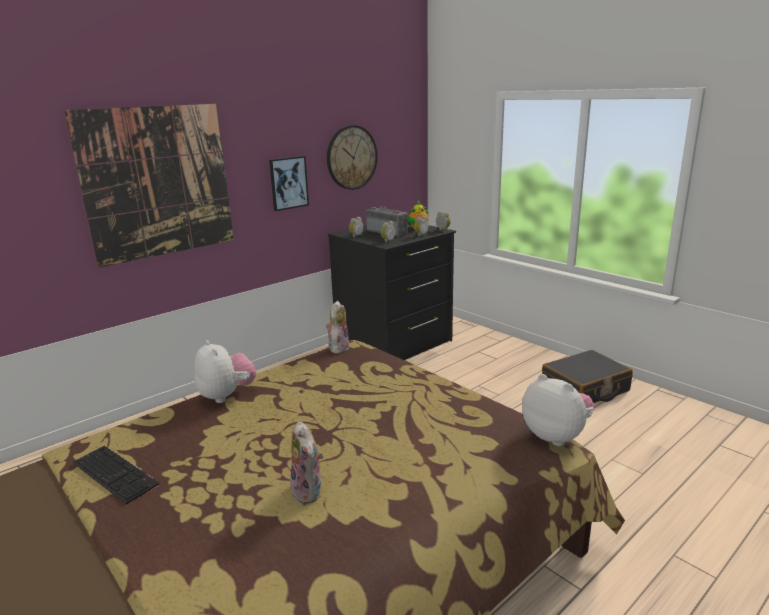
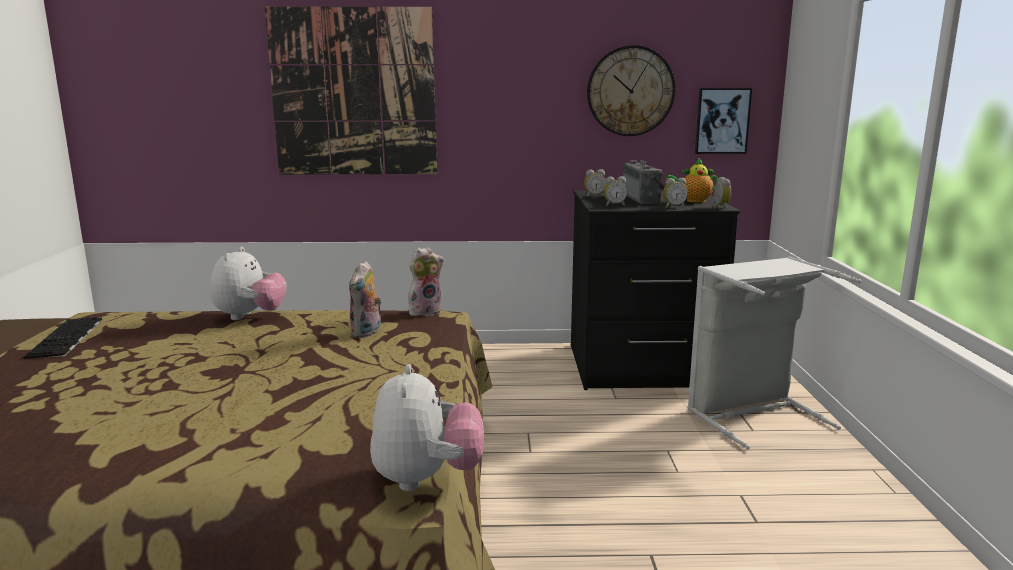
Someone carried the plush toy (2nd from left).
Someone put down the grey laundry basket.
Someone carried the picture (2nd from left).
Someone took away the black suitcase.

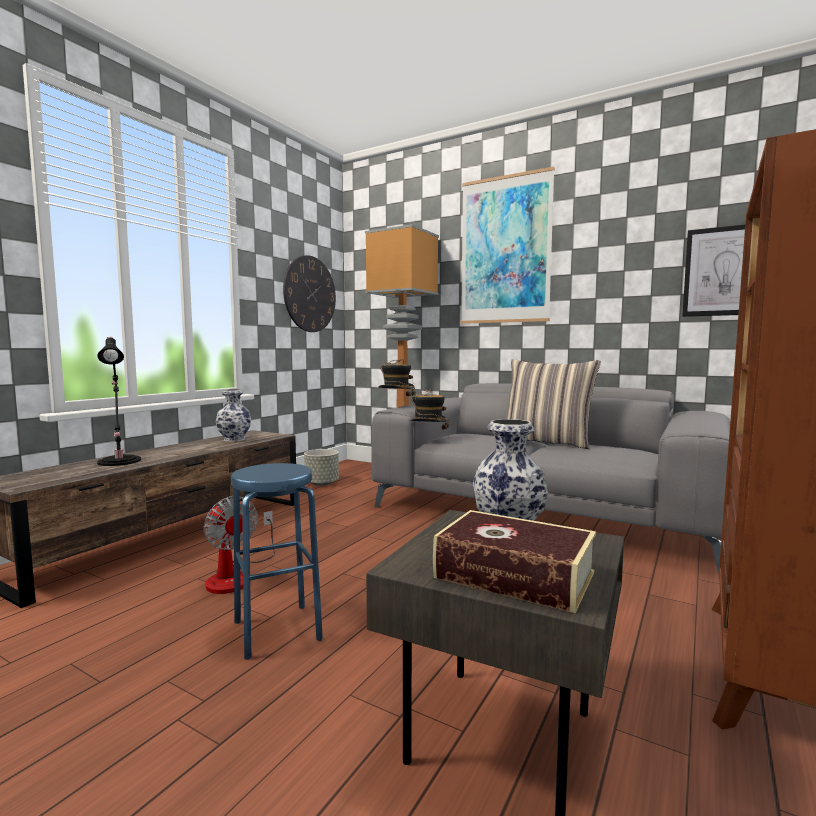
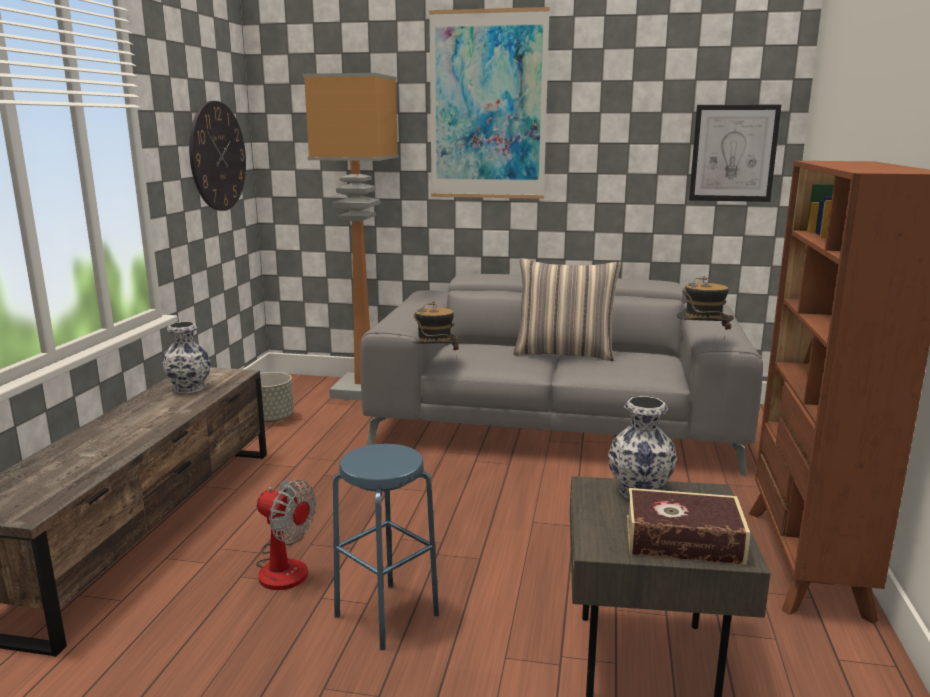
Someone carried the hat (1st from left in the first image).
Someone took away the black table lamp.

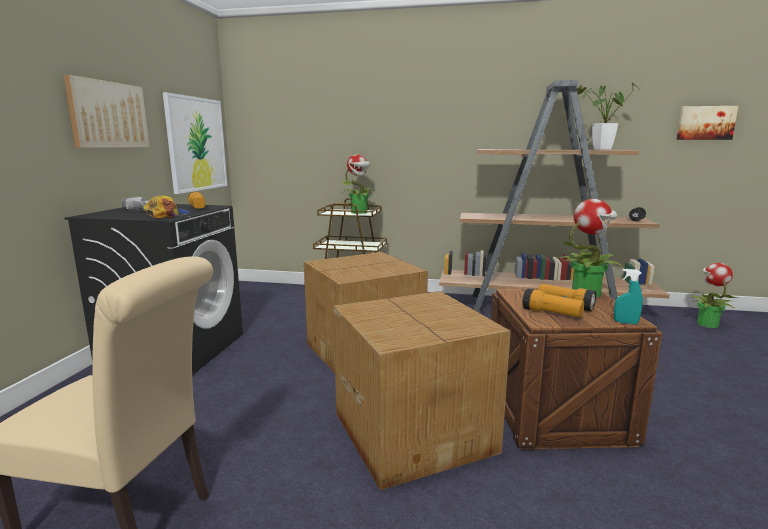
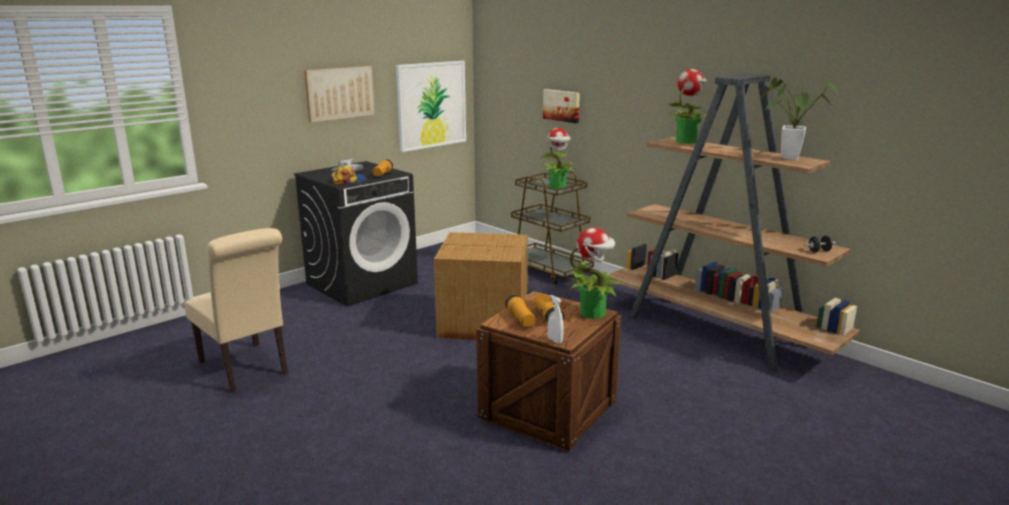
Someone carried the picture (3rd from left).
Someone repainted the turquoise spray bottle, which became the white spray bottle.
Someone carried the potted plant (4th from left in the first image).
Someone took away the cardboard box (2nd from left).

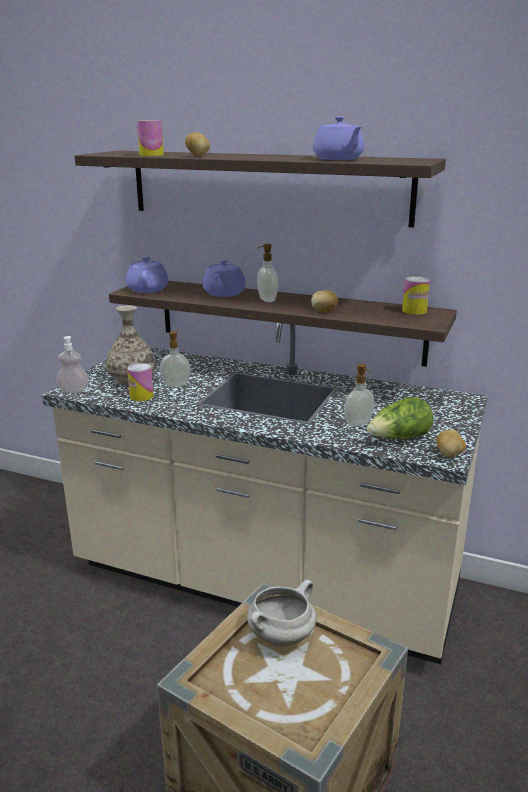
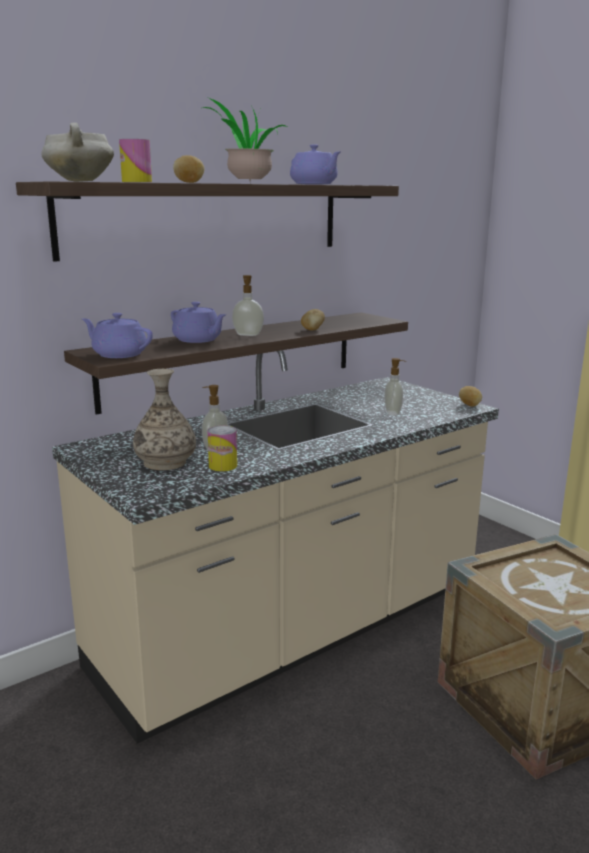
Someone carried the white cooking pot.
Someone put down the potted plant.
Someone rotated the purple teapot (3rd from left) by 45 degrees clockwise.
Someone took away the soap dispenser (1st from left).
Someone took away the lettuce.
Someone took away the can (3rd from left).

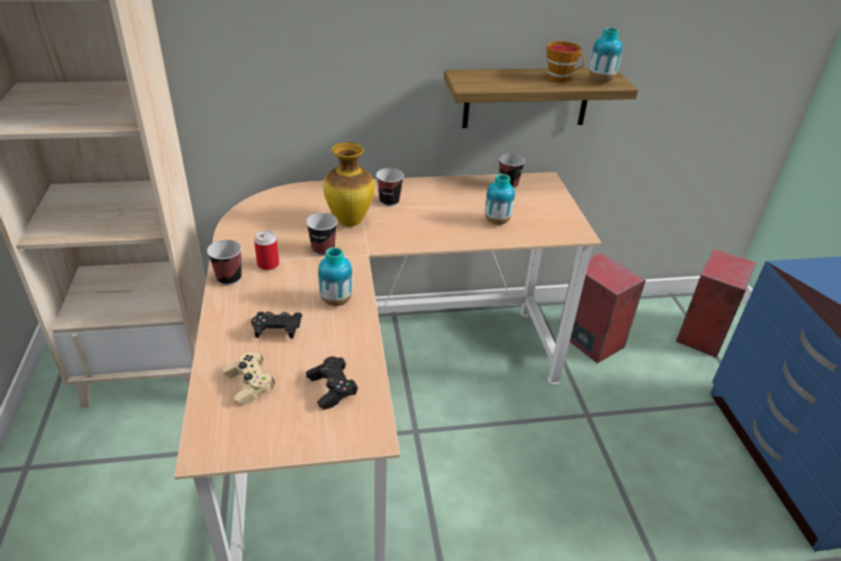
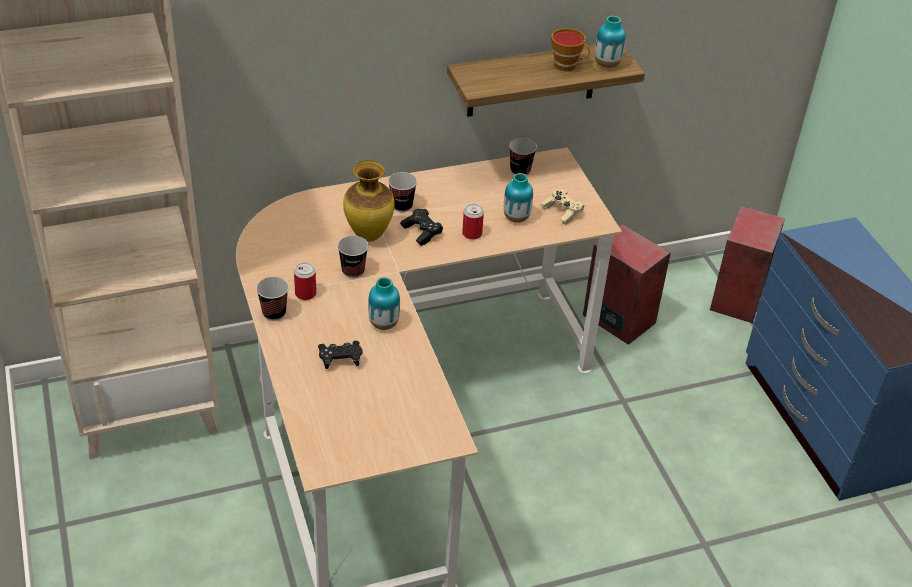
Someone carried the black game controller (2nd from left).
Someone put down the can (2nd from left).
Someone carried the beige game controller.

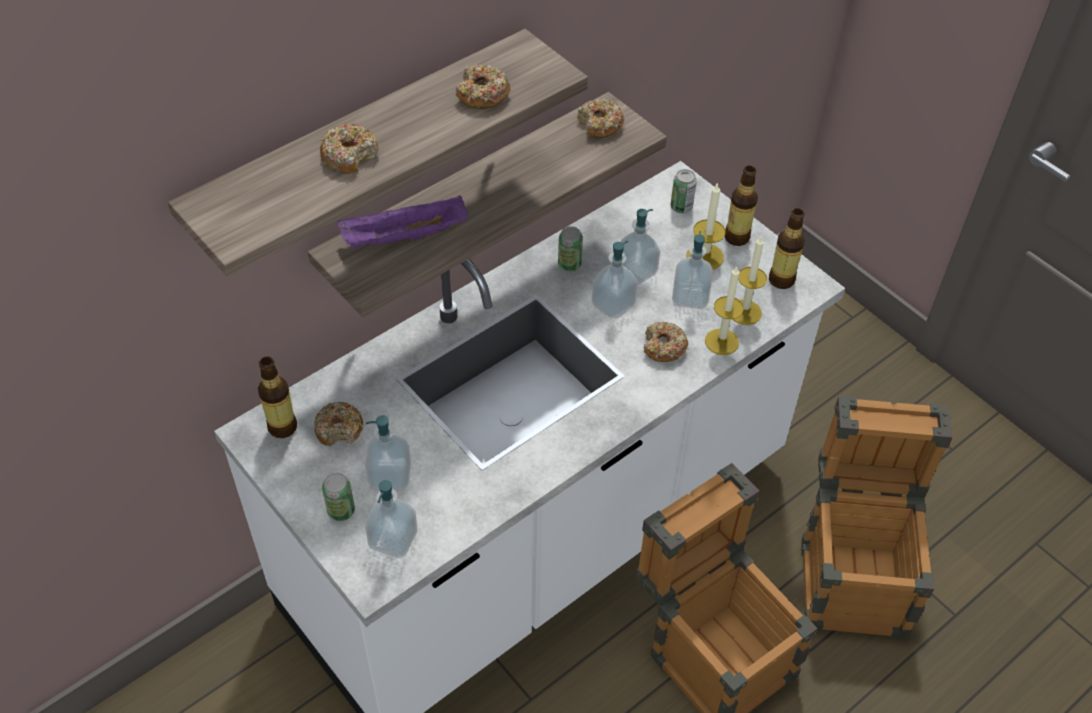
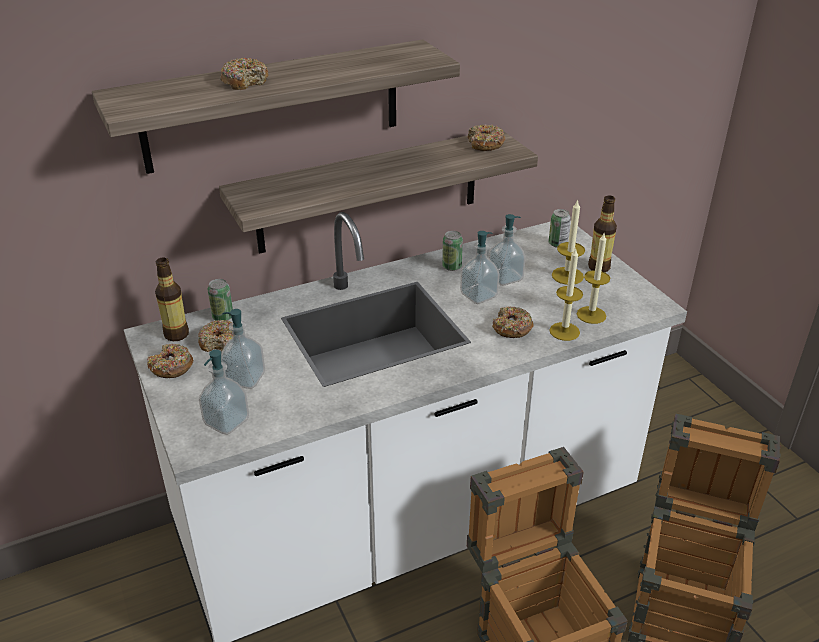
Someone carried the donut (3rd from left in the first image).
Someone carried the can (1st from left).
Someone took away the purple tray.
Someone took away the soap dispenser (5th from left).
Someone took away the bottle (3rd from left).

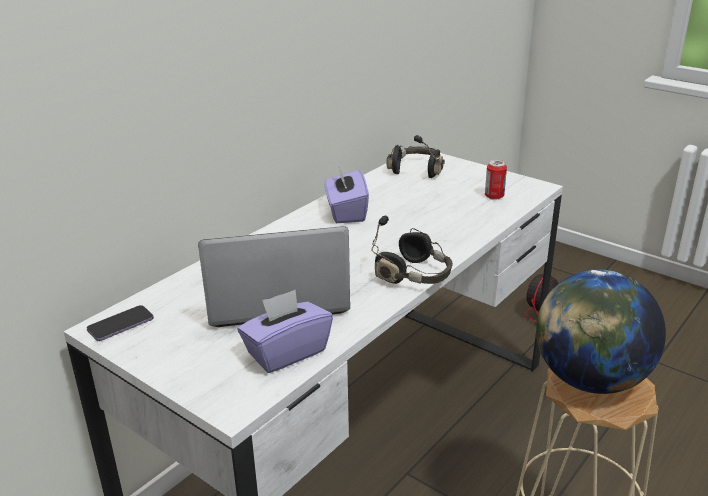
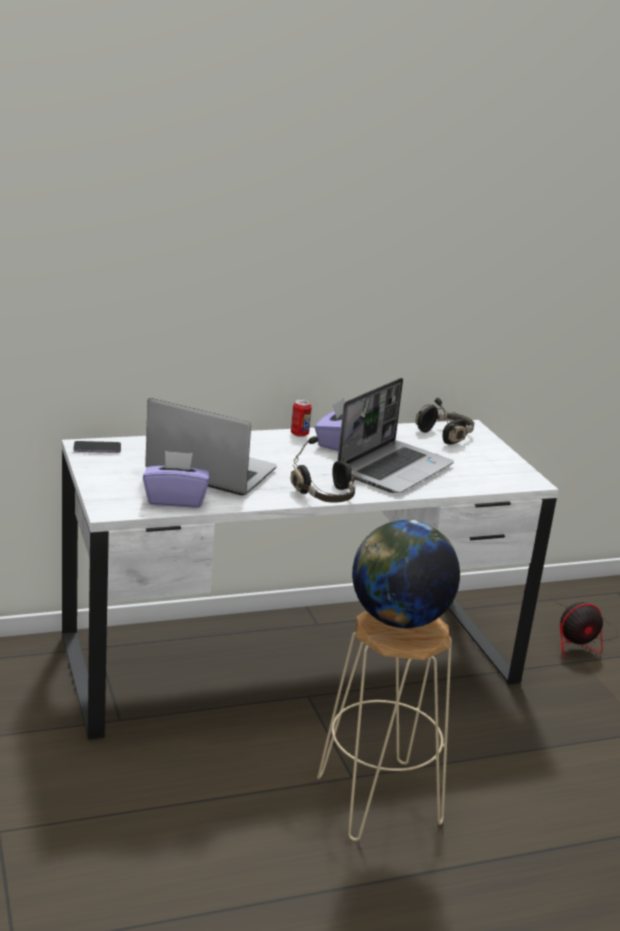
Someone carried the can.
Someone put down the laptop (2nd from left).

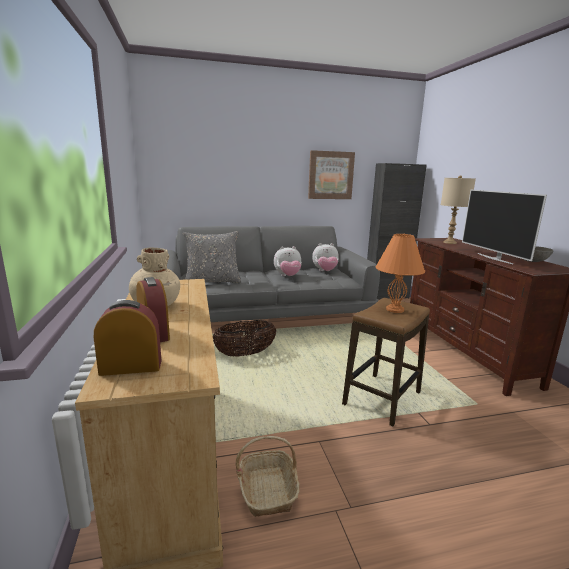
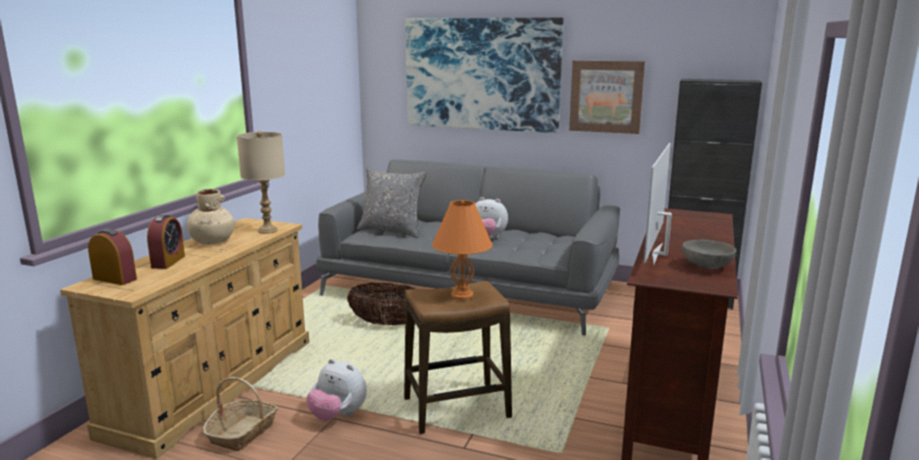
Someone carried the beige table lamp.
Someone carried the plush toy (2nd from left in the first image).
Someone put up the picture (1st from left).

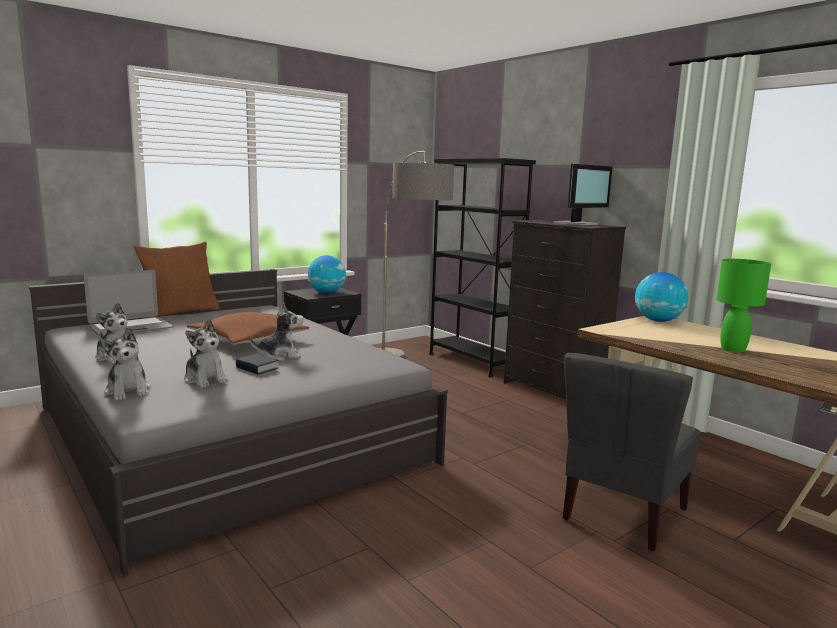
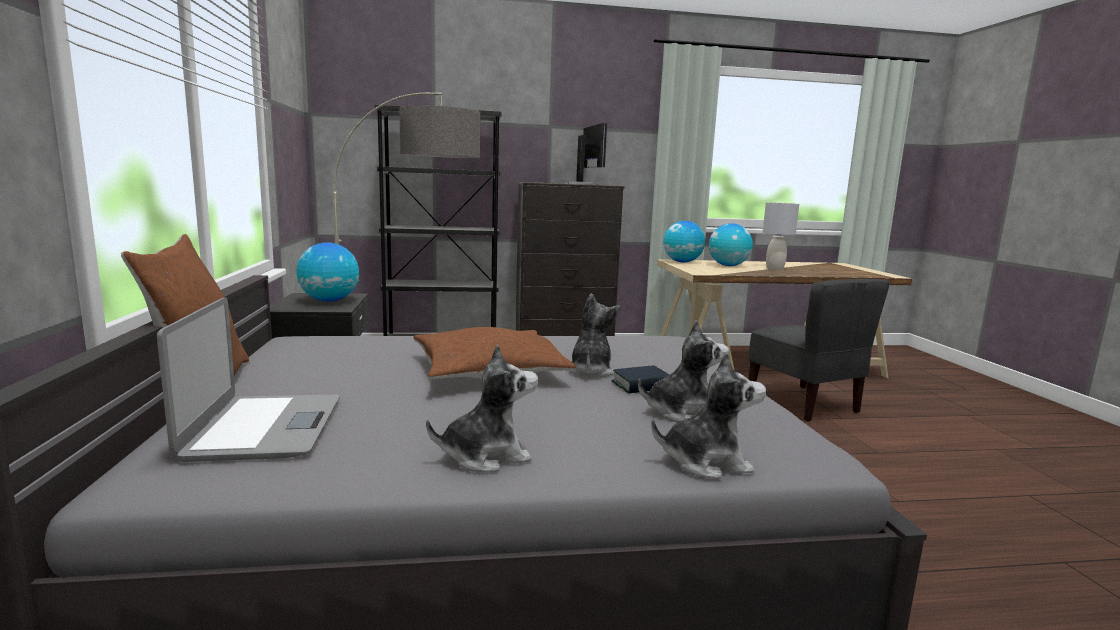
Someone put down the globe (3rd from left).
Someone repainted the green table lamp, which became the grey table lamp.

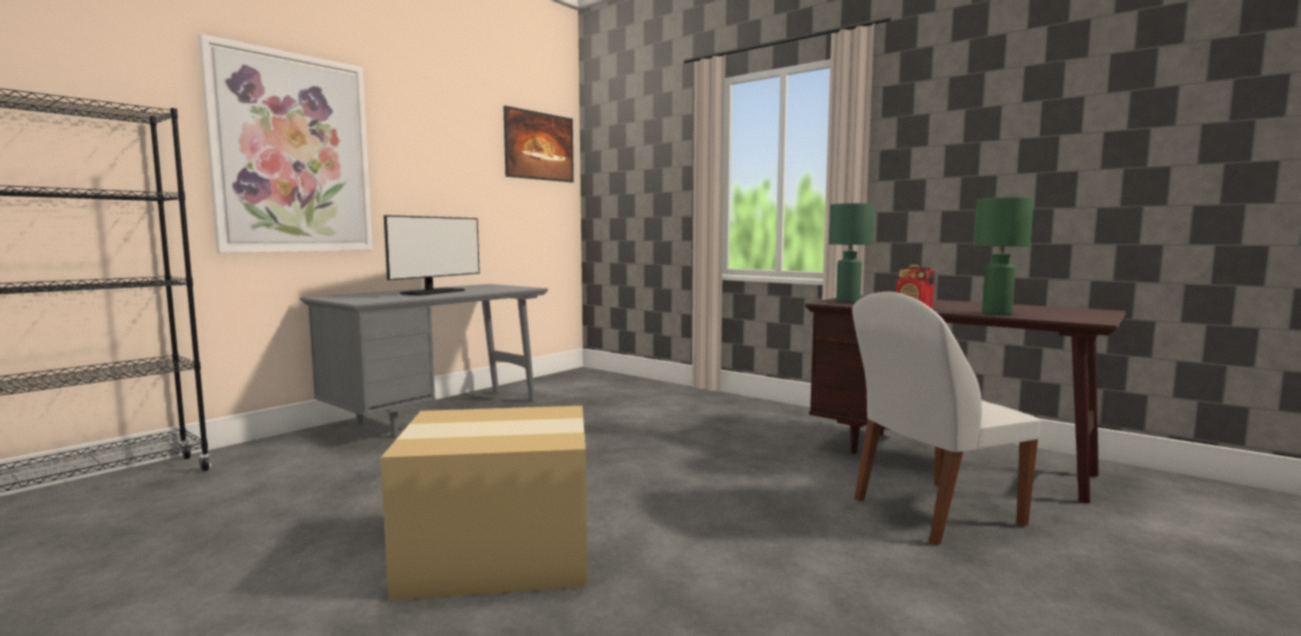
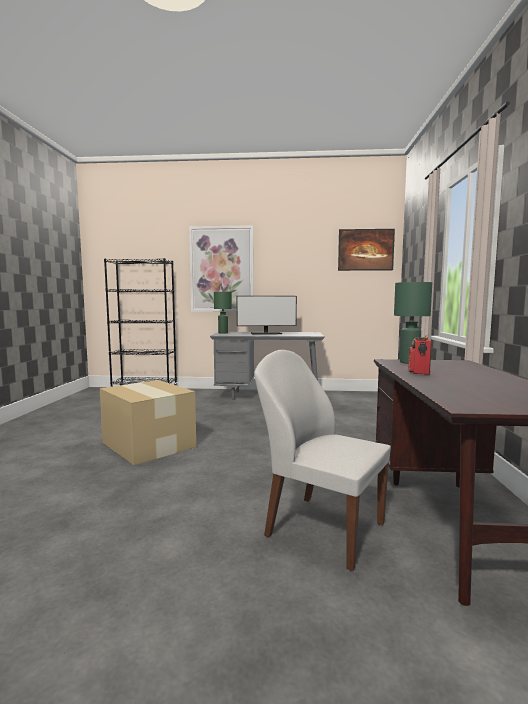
Someone carried the green table lamp (2nd from left in the first image).

